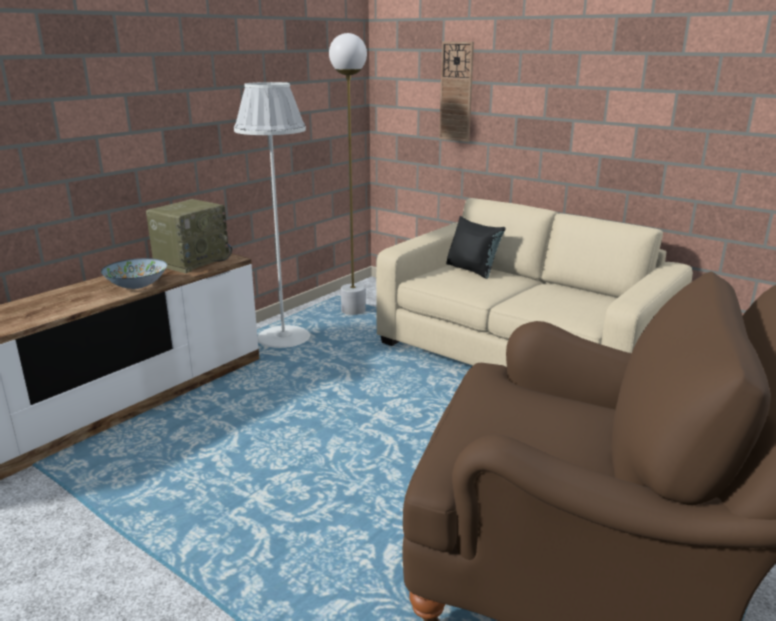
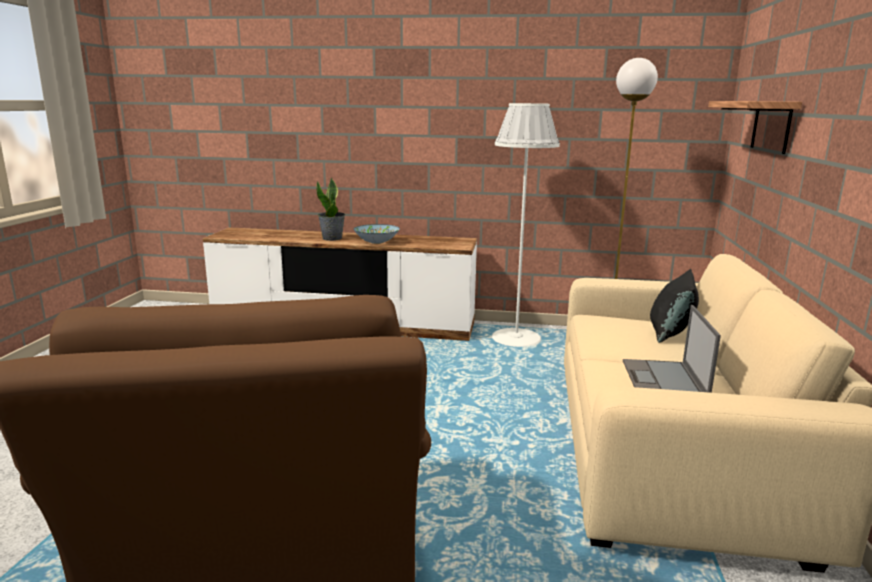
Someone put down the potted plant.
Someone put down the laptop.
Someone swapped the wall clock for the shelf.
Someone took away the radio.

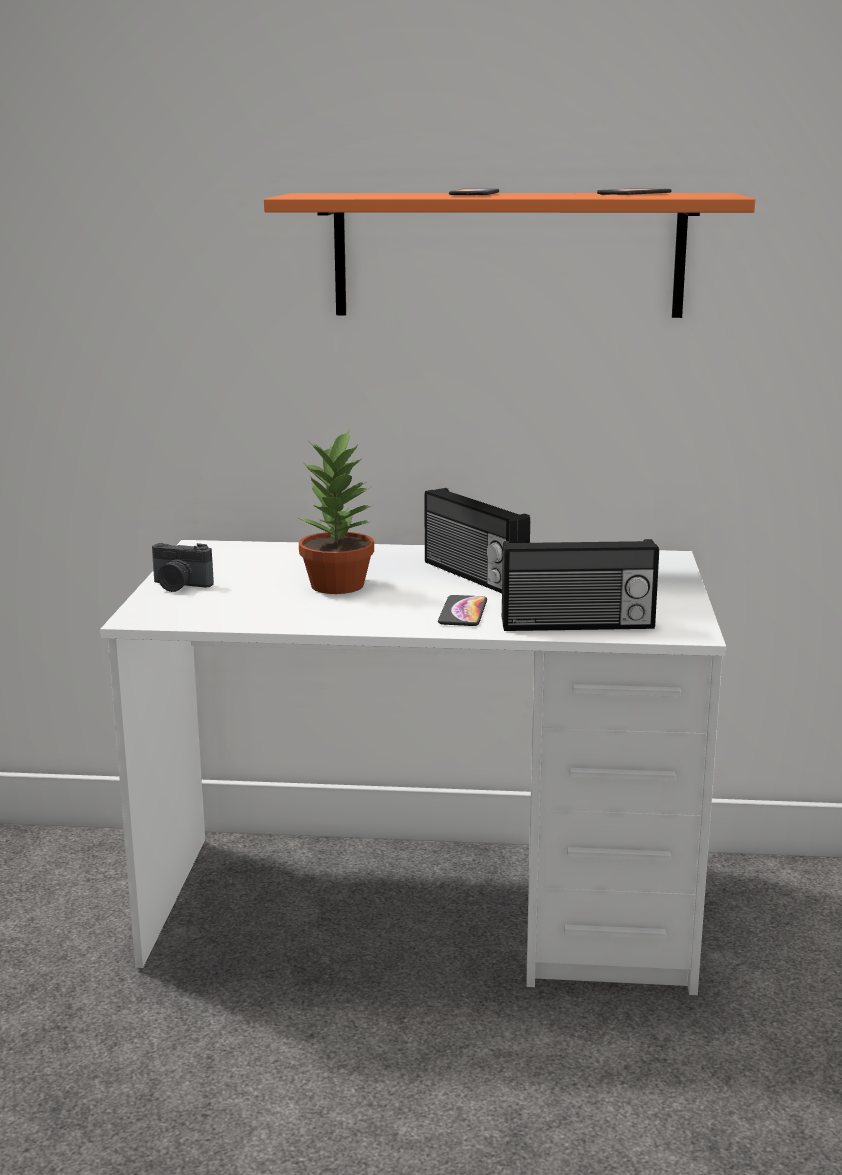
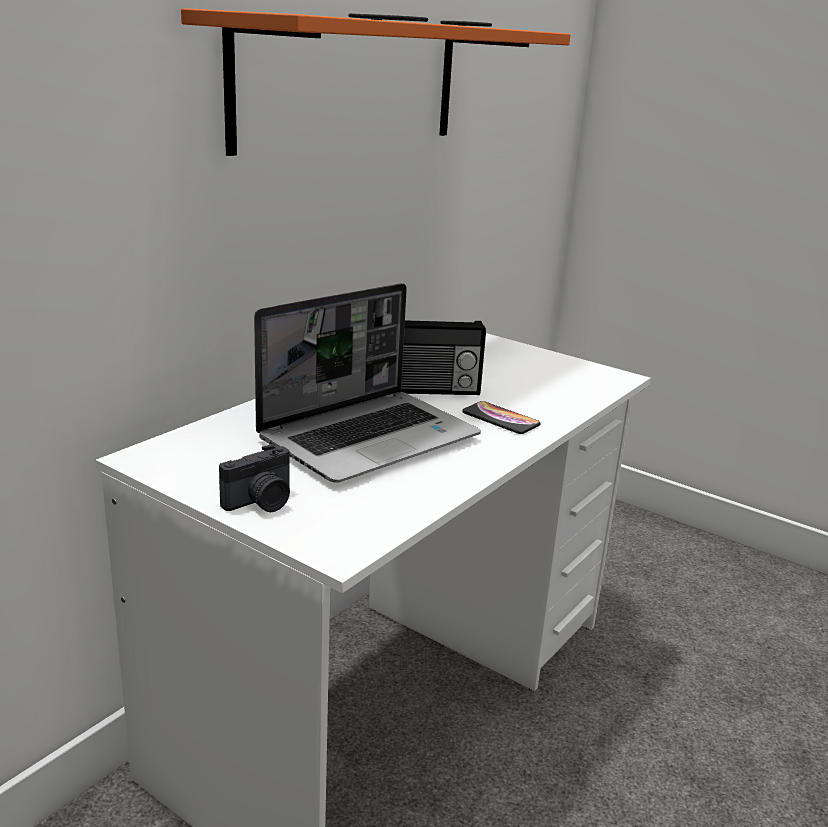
Someone swapped the potted plant for the laptop.
Someone took away the radio (2nd from left).

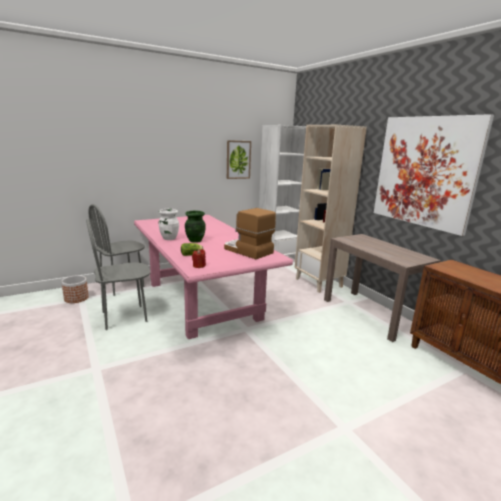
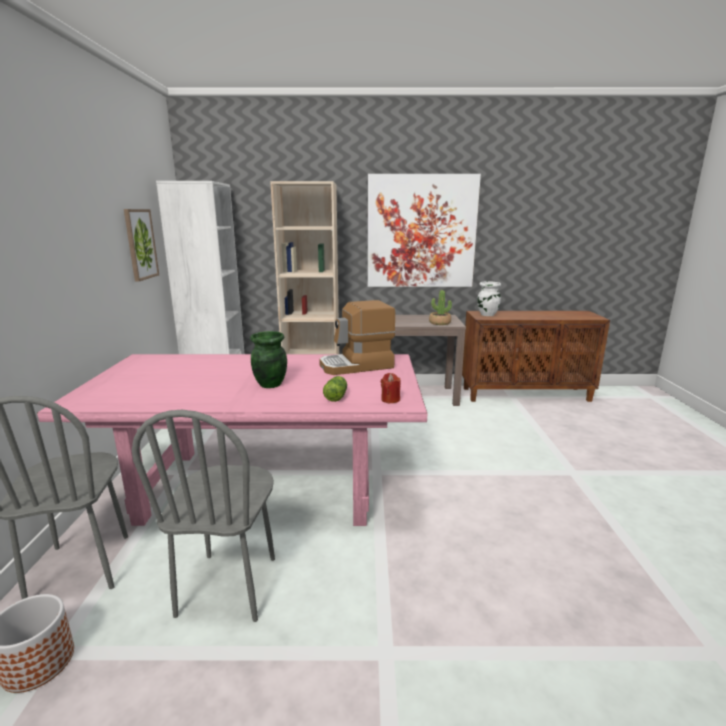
Someone put down the potted plant.
Someone carried the white vase.

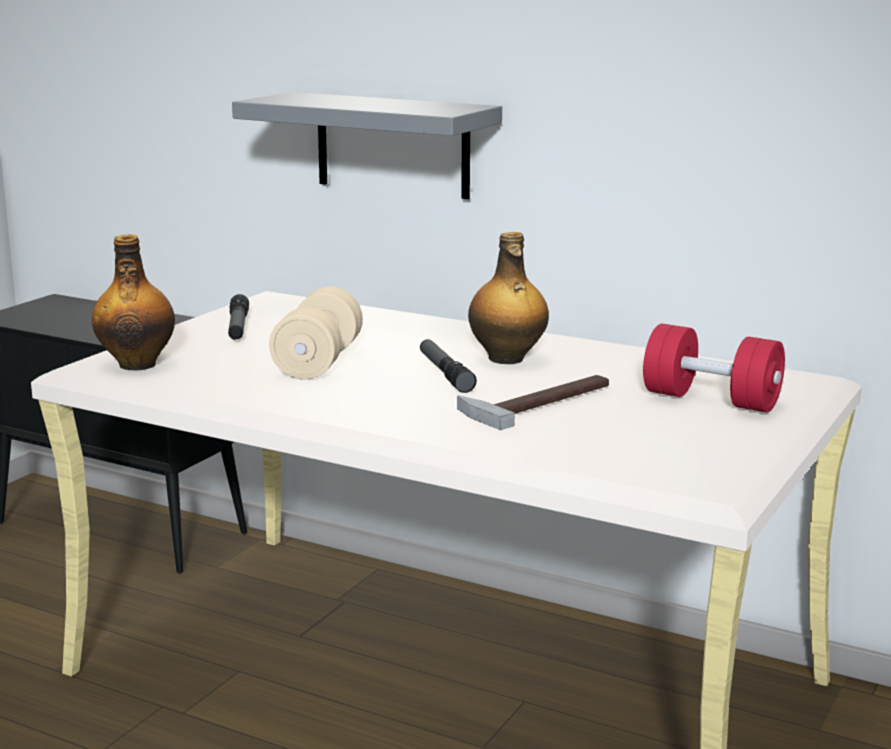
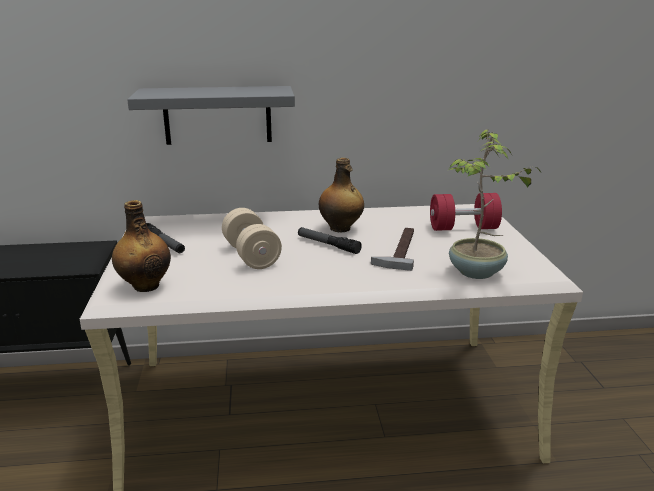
Someone put down the potted plant.

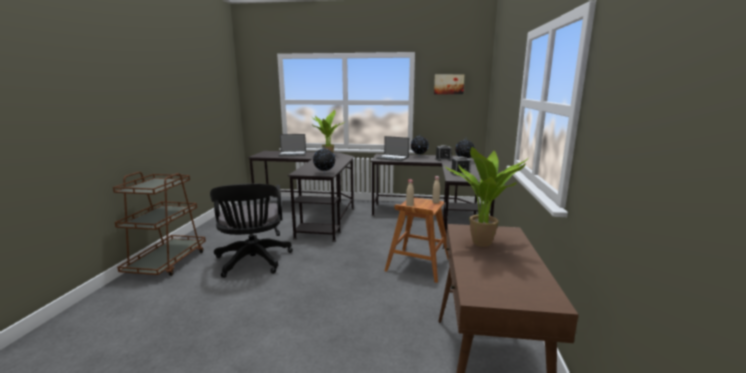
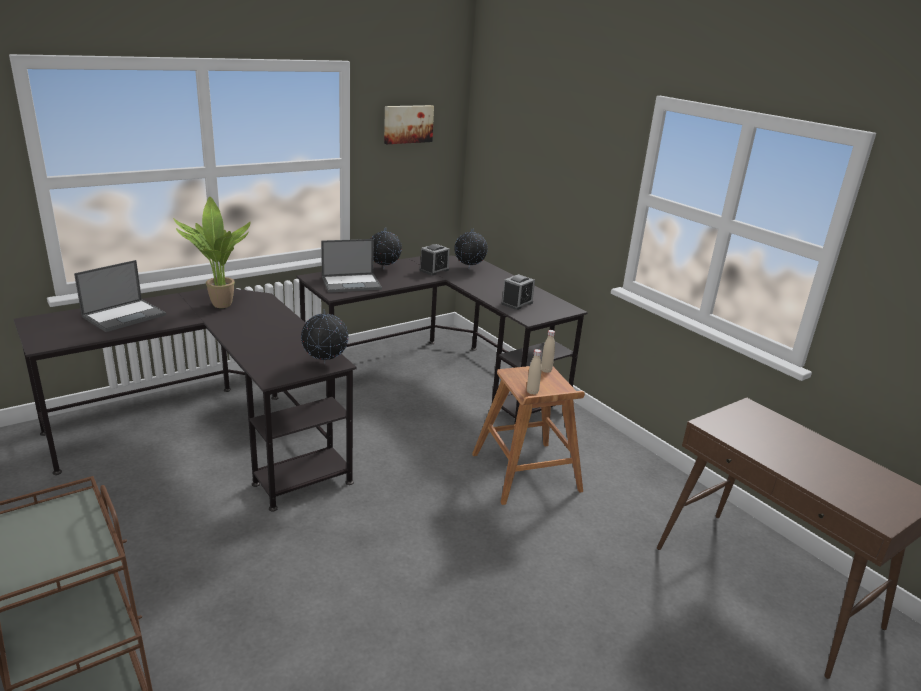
Someone took away the black office chair.
Someone took away the potted plant (2nd from left).

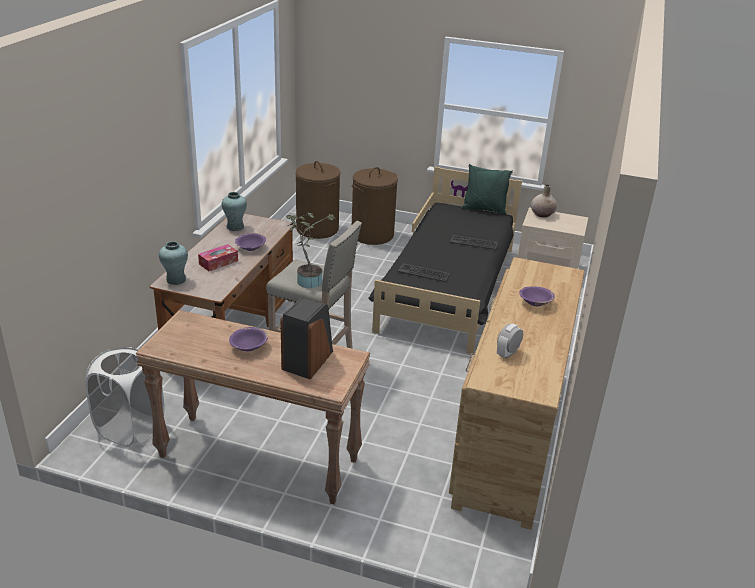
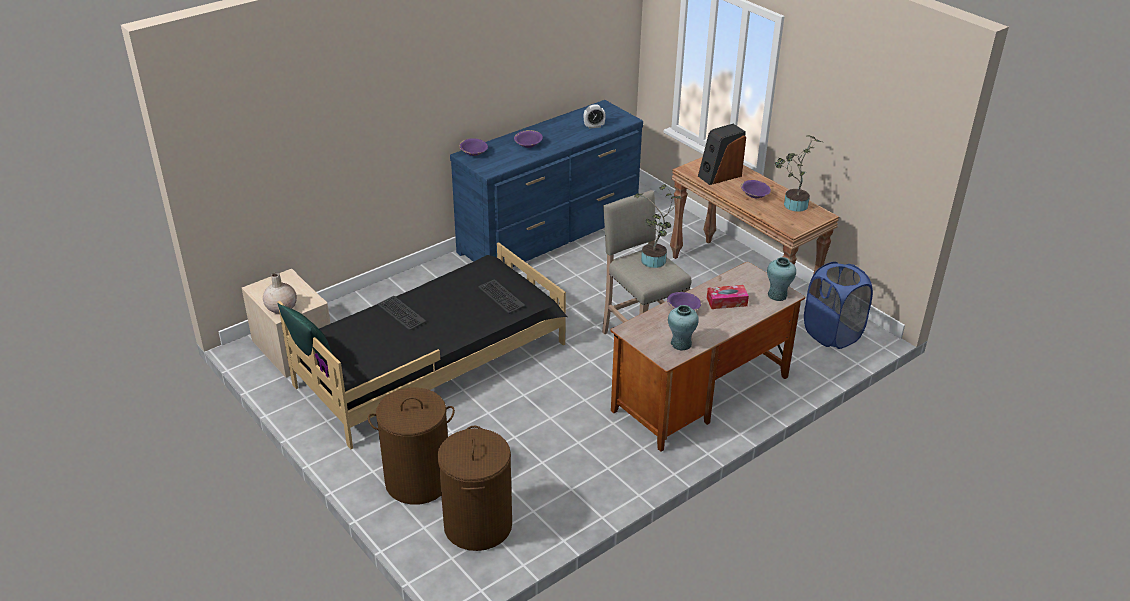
Someone repainted the brown dresser, which became the blue dresser.
Someone put down the purple bowl (1st from left).
Someone put down the potted plant (2nd from left).
Someone repainted the white laundry basket, which became the blue laundry basket.

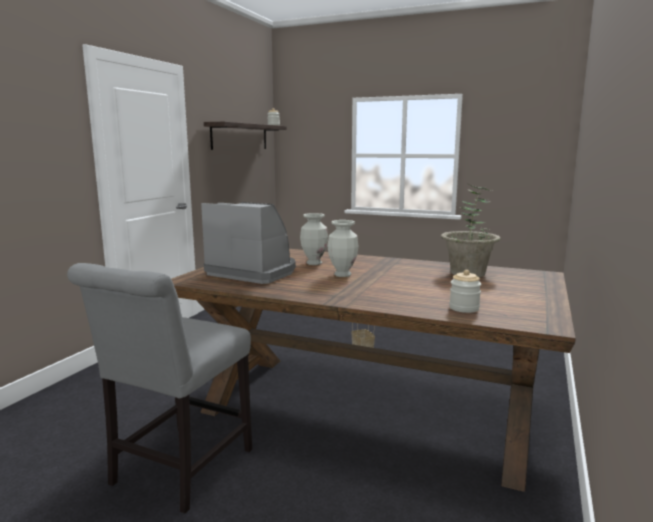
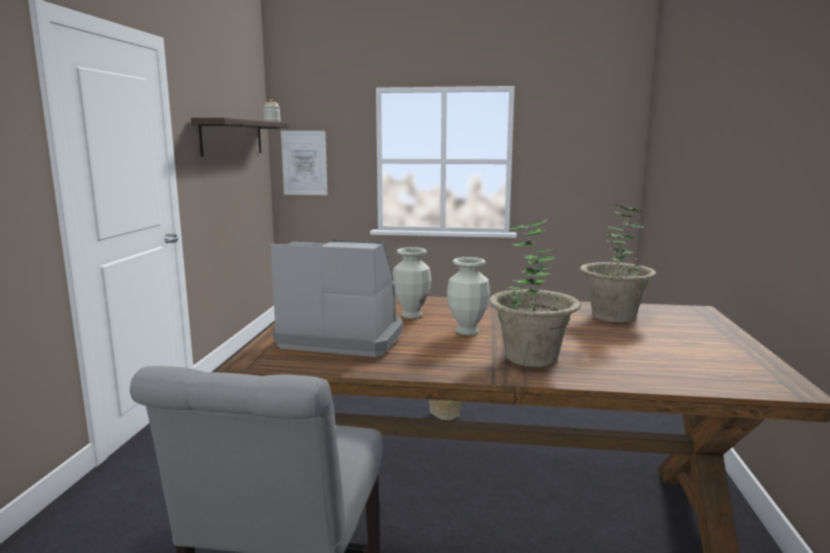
Someone put up the picture.
Someone put down the potted plant (1st from left).
Someone took away the jar (2nd from left).

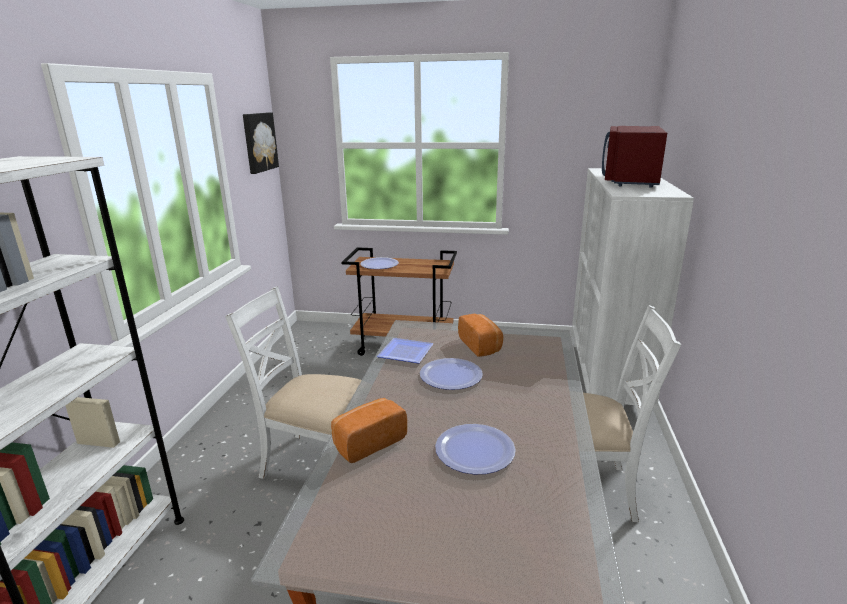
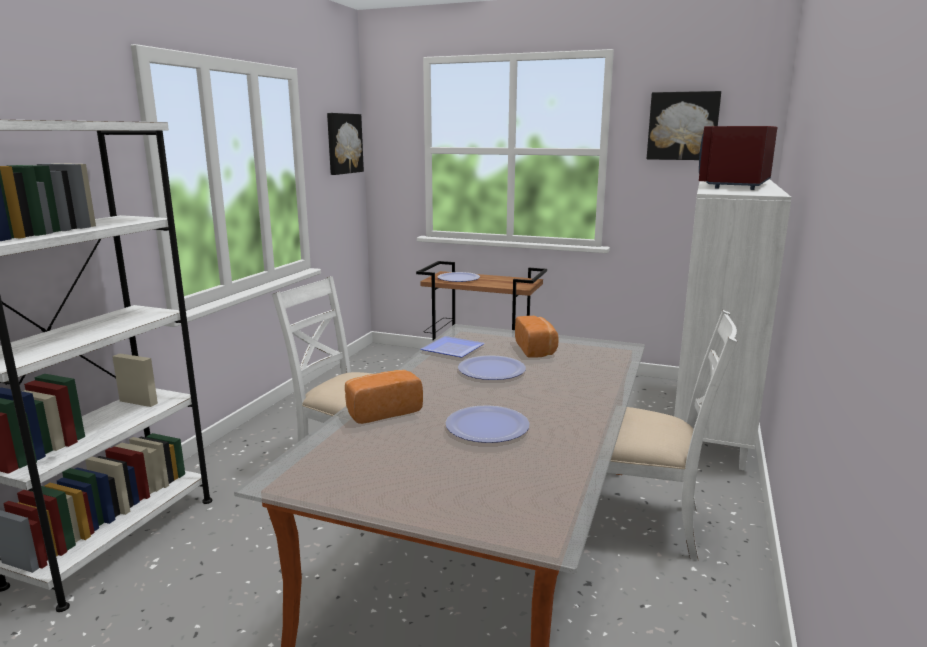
Someone put up the picture (2nd from left).

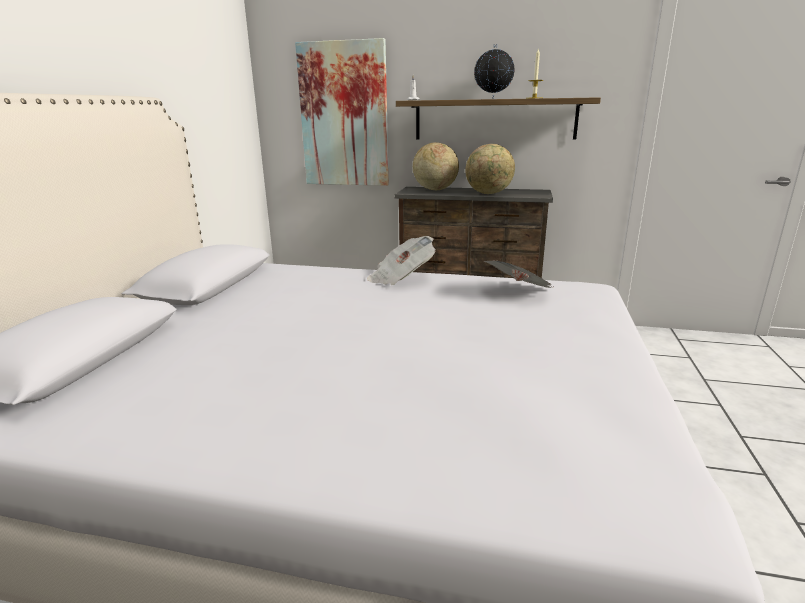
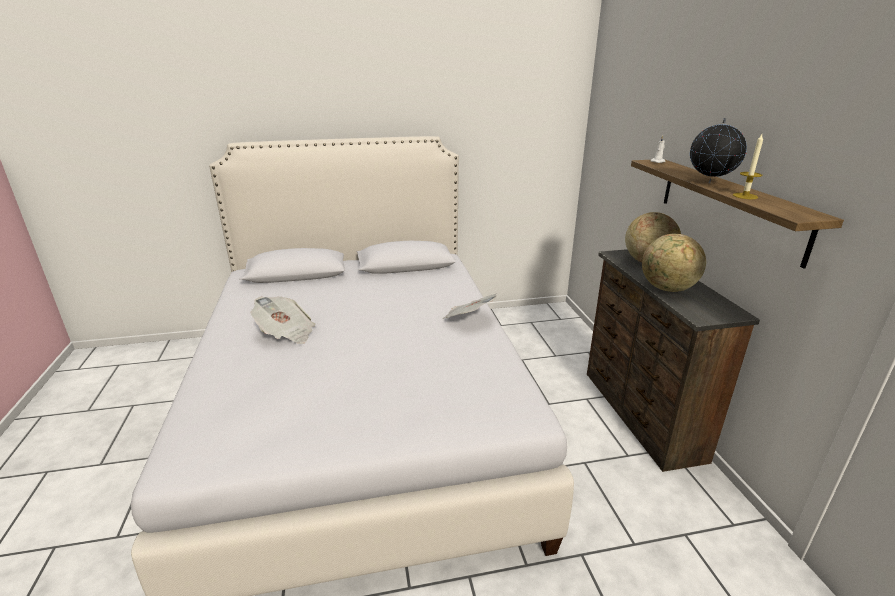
Someone carried the newspaper (2nd from left in the first image).
Someone took away the picture.

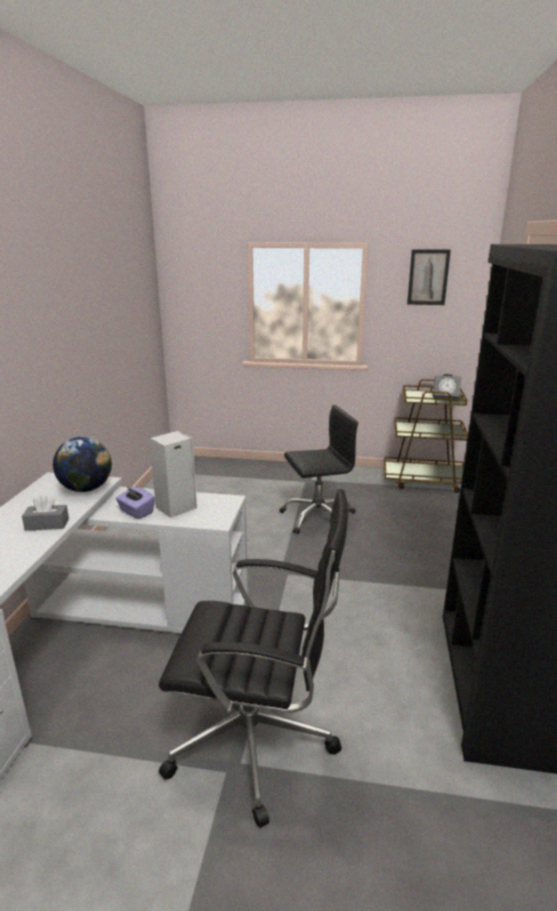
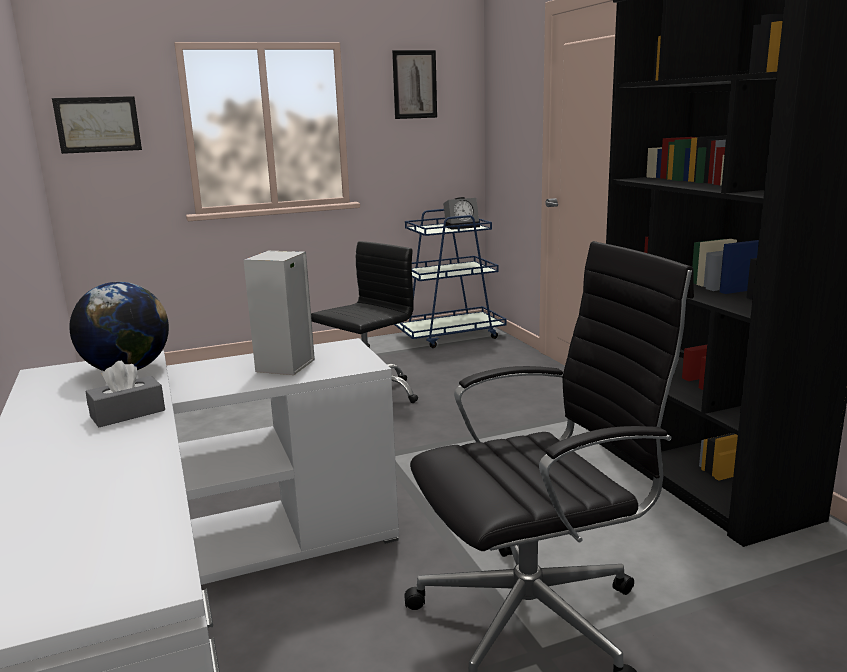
Someone put up the picture (1st from left).
Someone repainted the brown cart, which became the blue cart.
Someone took away the purple tissue box.

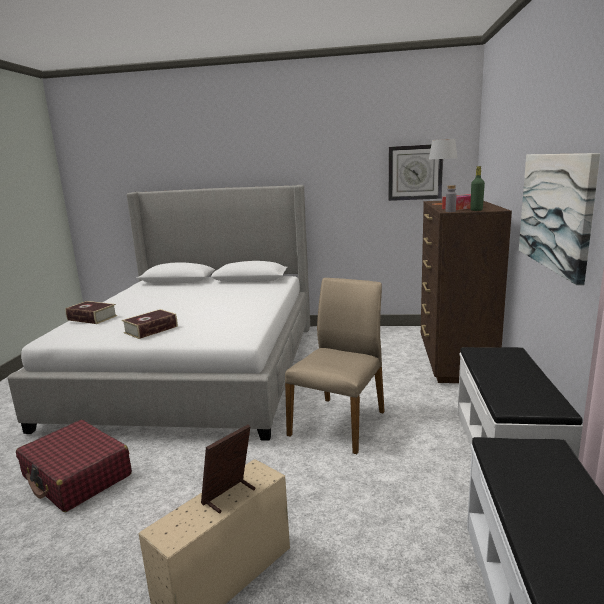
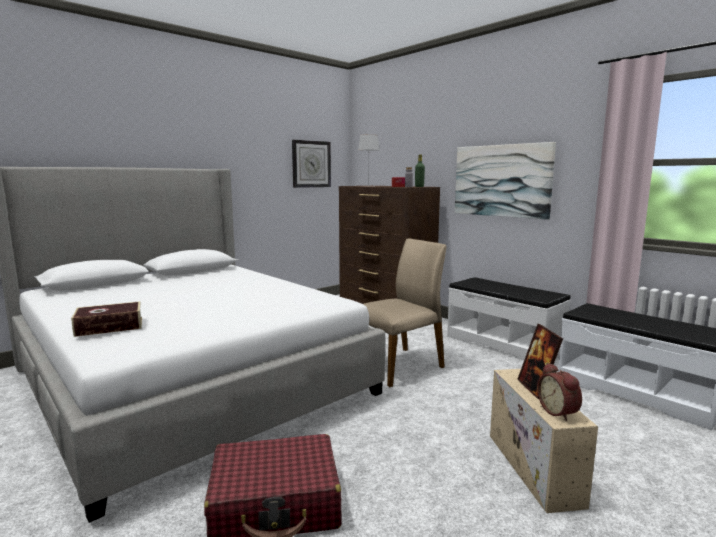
Someone rotated the beige chair by 75 degrees clockwise.
Someone put down the alarm clock.
Someone took away the book (2nd from left).

